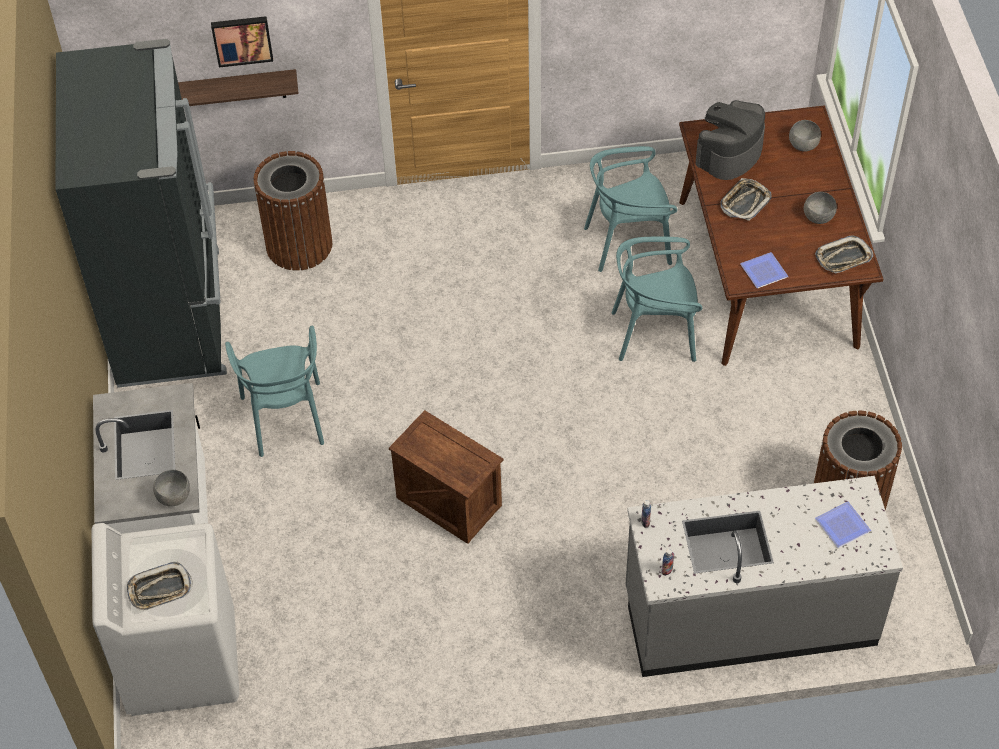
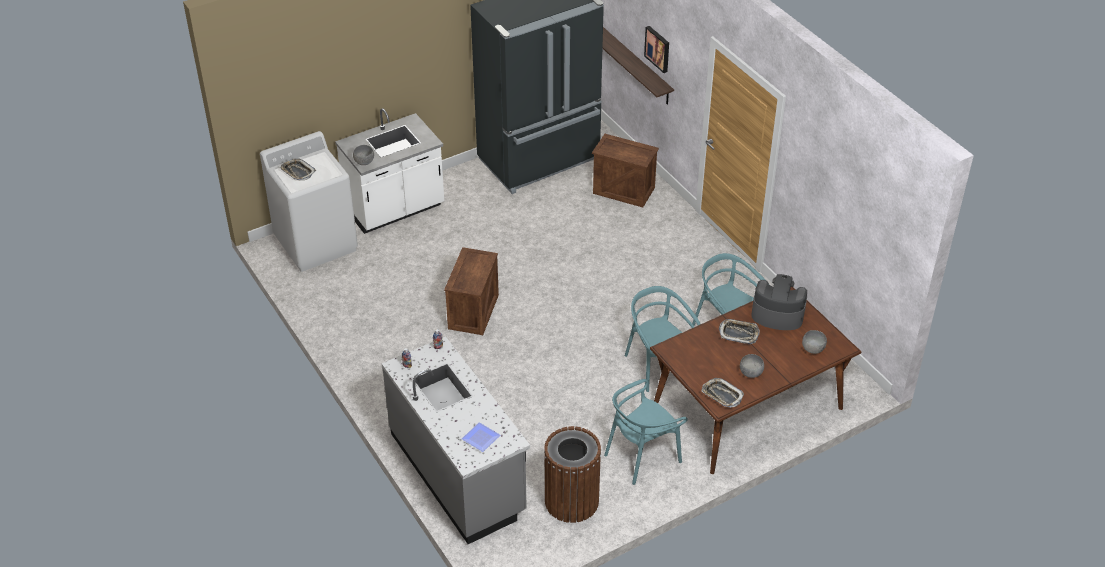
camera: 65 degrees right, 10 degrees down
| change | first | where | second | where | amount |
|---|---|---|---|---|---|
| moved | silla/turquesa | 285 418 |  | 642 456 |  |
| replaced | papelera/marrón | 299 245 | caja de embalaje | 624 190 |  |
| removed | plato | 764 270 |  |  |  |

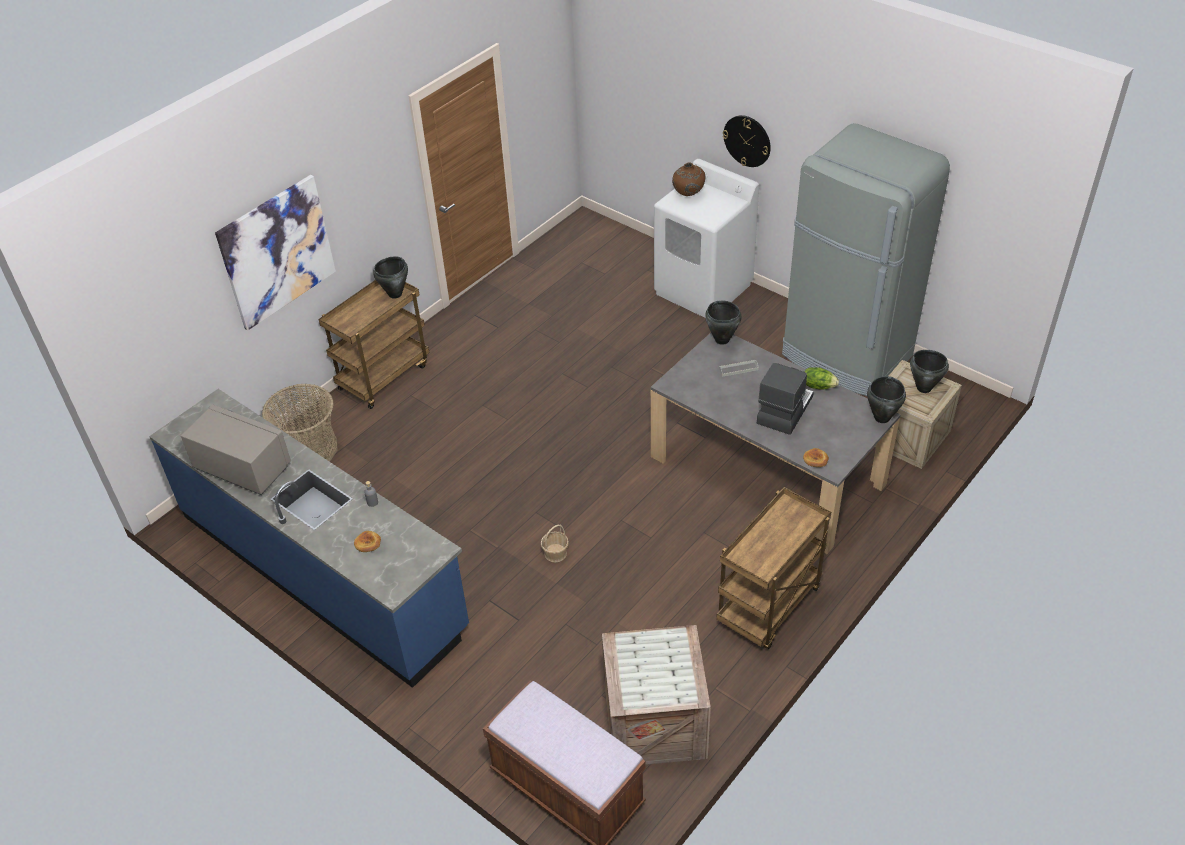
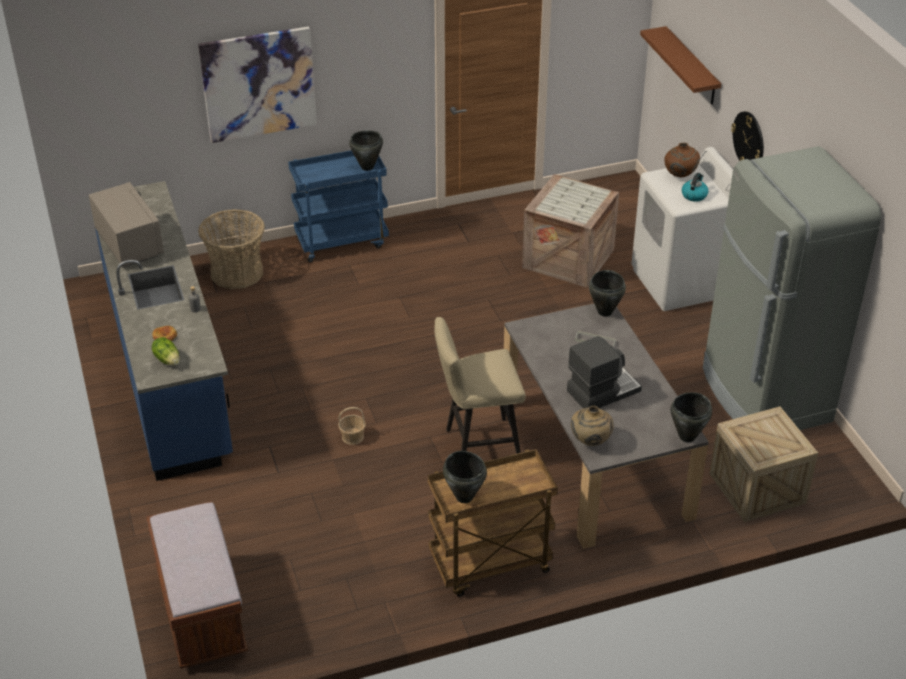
camera: 30 degrees right, 5 degrees down
| change | first | where | second | where | amount |
|---|---|---|---|---|---|
| recoloured | carrito/marrón | 384 376 | carrito/azul | 342 241 |  |
| moved | caja de embalaje | 653 723 |  | 566 259 |  |
| replaced | pan | 815 459 | florero/beis | 590 442 |  |
| moved | lechuga | 818 385 |  | 167 359 |  |
| moved | olla/negro | 923 388 |  | 464 496 |  |
| added |  |  | taburete/beis | 477 446 |  |
| added |  |  | estante/marrón | 691 66 |  |
| added |  |  | hervidor | 694 195 |  |

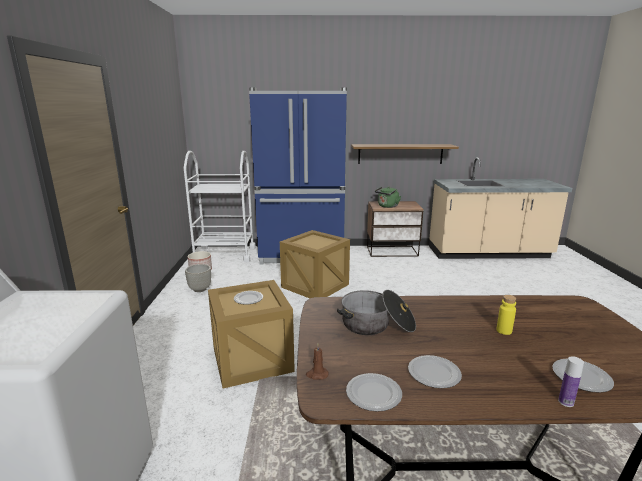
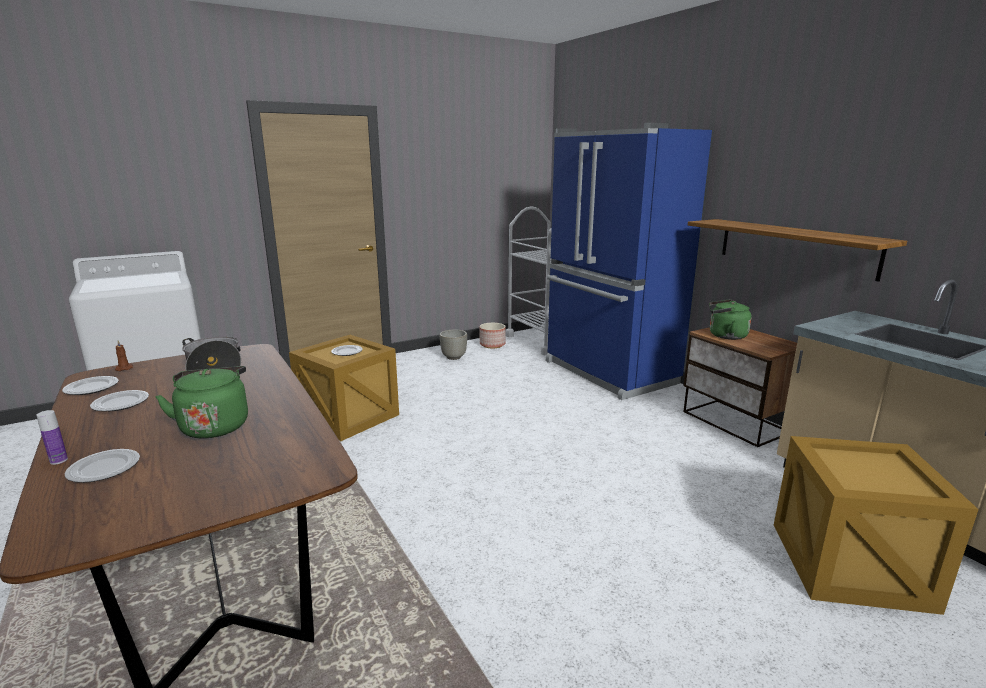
camera: 60 degrees right, 0 degrees up
| change | first | where | second | where | amount |
|---|---|---|---|---|---|
| moved | caja de embalaje | 315 285 |  | 851 565 |  |
| replaced | botella/amarillo | 504 331 | hervidor/verde | 215 426 |  |

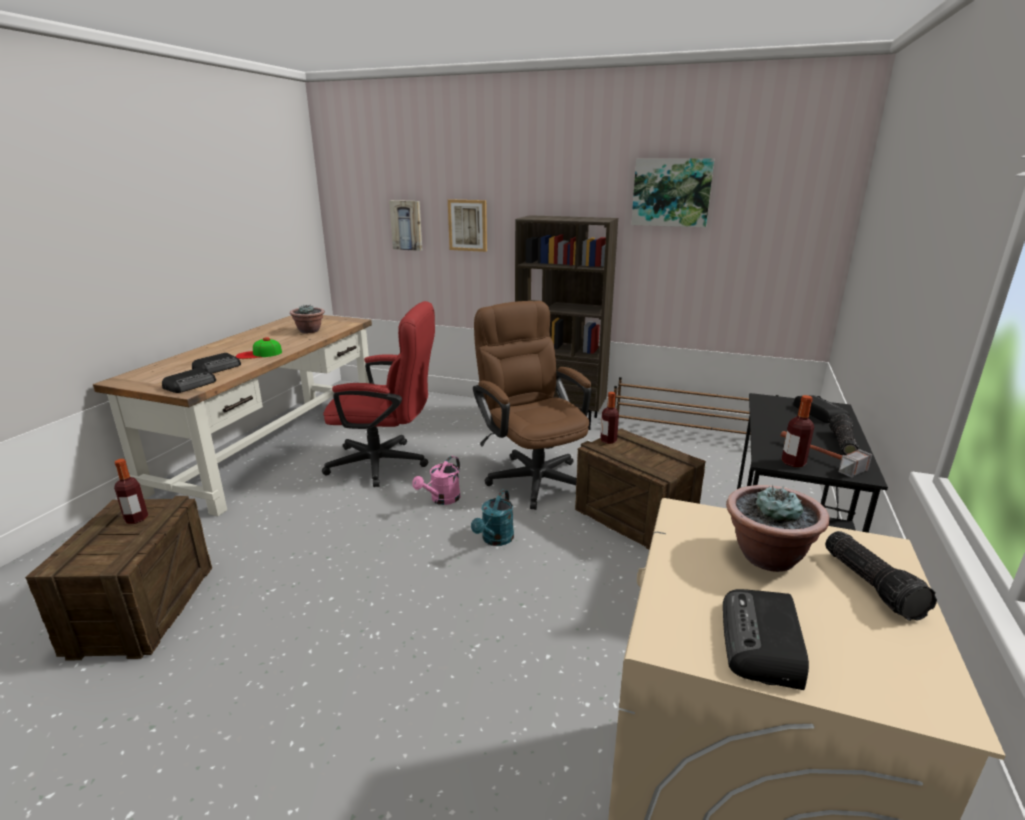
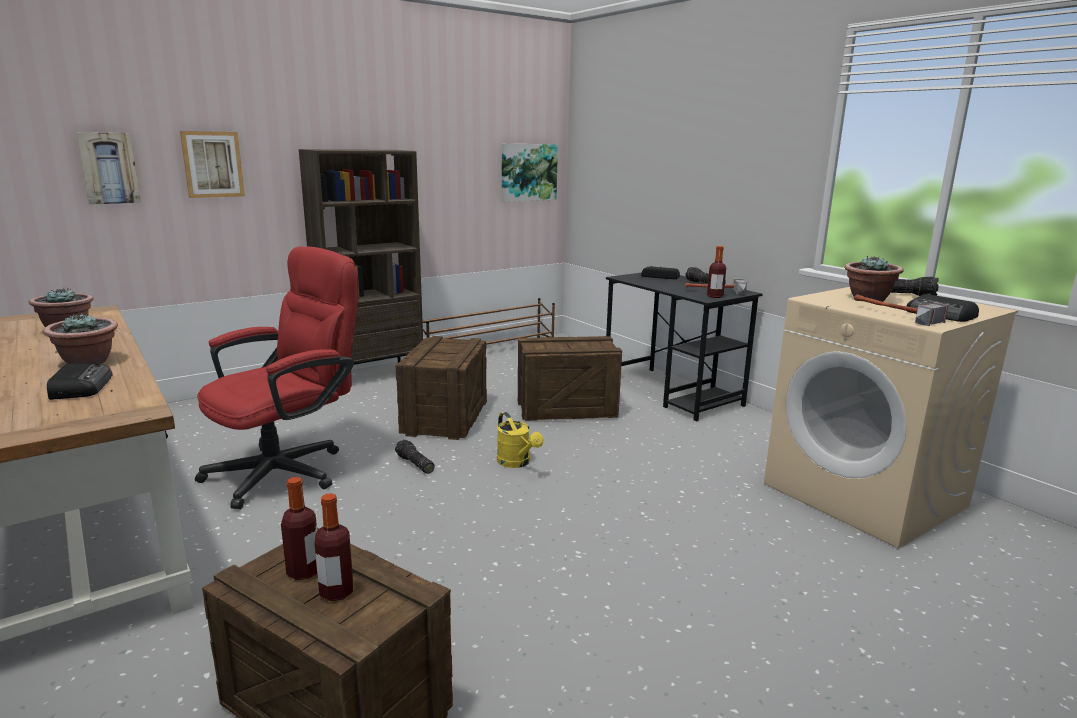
camera: 55 degrees left, 5 degrees down
| change | first | where | second | where | amount |
|---|---|---|---|---|---|
| removed | radio | 191 385 |  |  |  |
| replaced | gorra | 259 354 | planta en maceta | 88 362 |  |
| replaced | regadera/rosa | 442 500 | linterna | 414 464 |  |
| recoloured | regadera/turquesa | 495 540 | regadera/amarillo | 517 463 |  |
| replaced | silla de oficina/marrón | 532 475 | caja de embalaje | 445 417 |  |
| moved | botella | 608 440 |  | 336 592 |  |
| moved | cuadro | 671 192 |  | 528 172 |  |
| added |  |  | martillo | 890 315 |  |

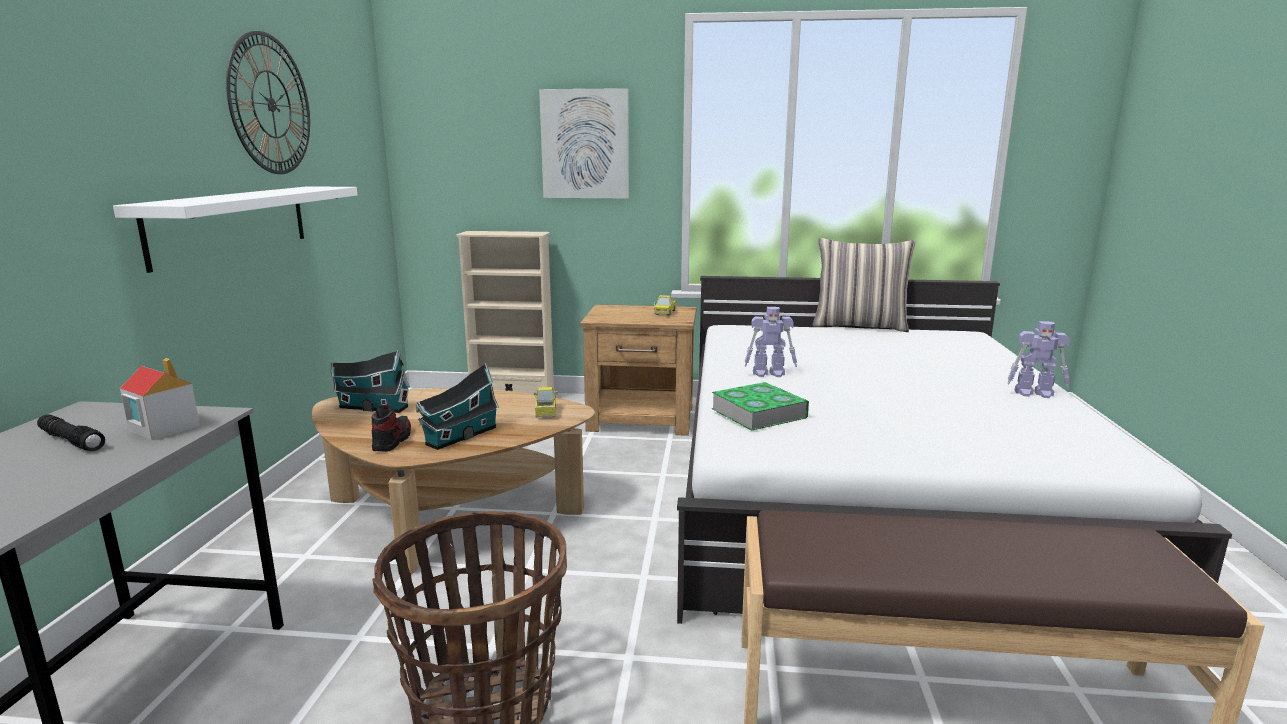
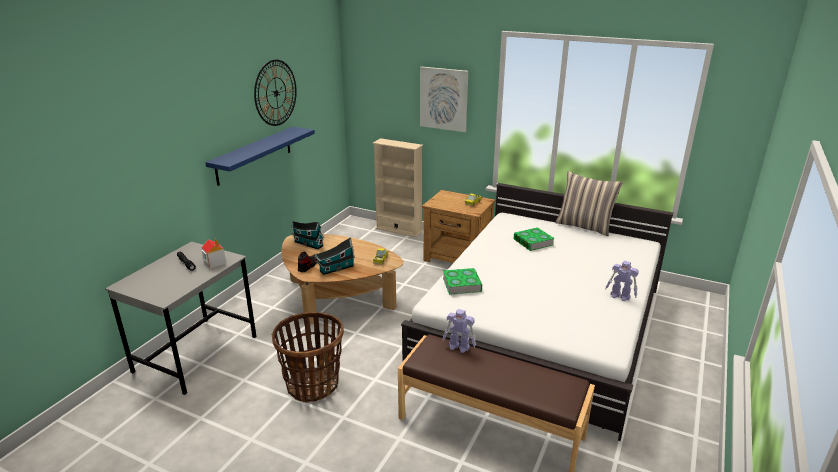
camera: 20 degrees right, 10 degrees up
| change | first | where | second | where | amount |
|---|---|---|---|---|---|
| recoloured | estante/blanco | 232 223 | estante/azul | 254 155 |  |
| moved | robot de juguete | 769 373 |  | 459 347 |  |
| added |  |  | libro | 533 242 |  |

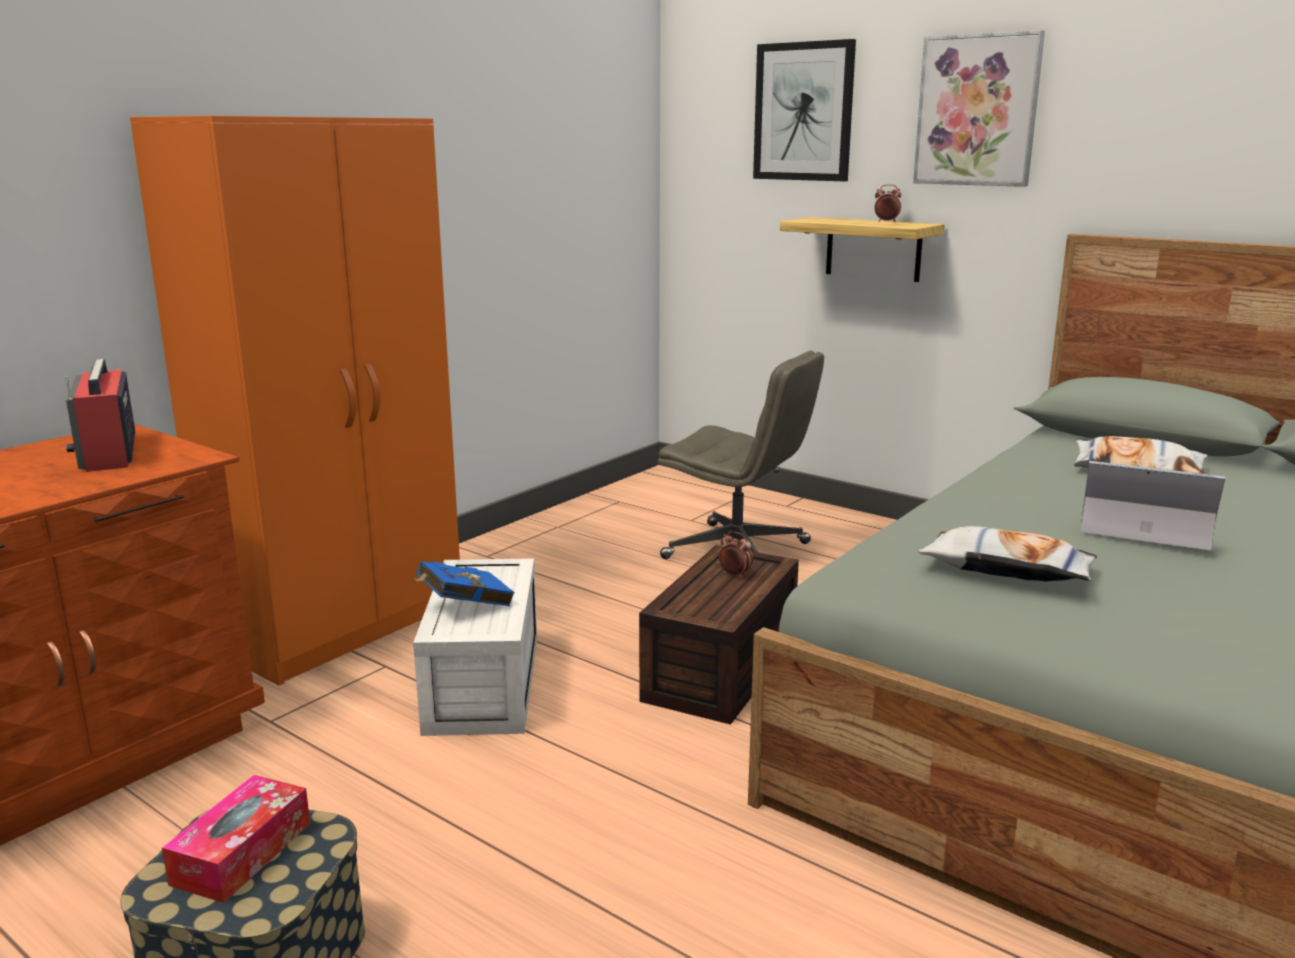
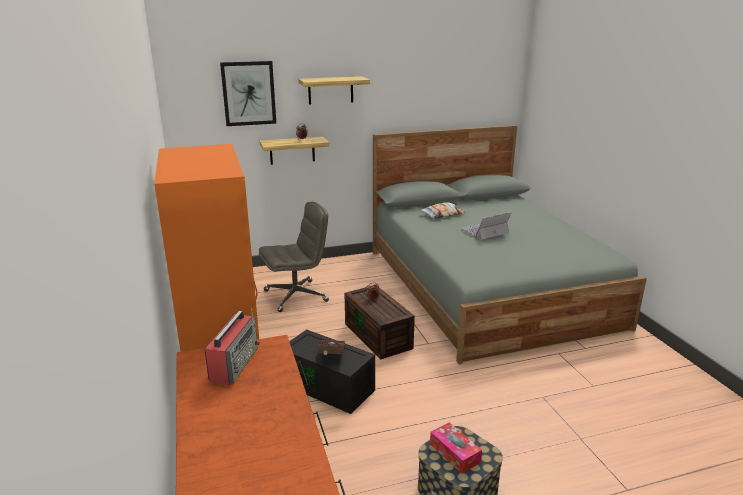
camera: 55 degrees left, 5 degrees up
| change | first | where | second | where | amount |
|---|---|---|---|---|---|
| turned | radio | 108 453 |  | 234 364 | 90 degrees counterclockwise |
| recoloured | libro/azul | 462 605 | libro/rojo | 331 357 |  |
| recoloured | caja de almacenaje/blanco | 486 684 | caja de almacenaje/negro | 330 386 |  |
| replaced | cuadro | 977 111 | estante | 330 90 |  |
| removed | cojín | 1006 569 |  |  |  |

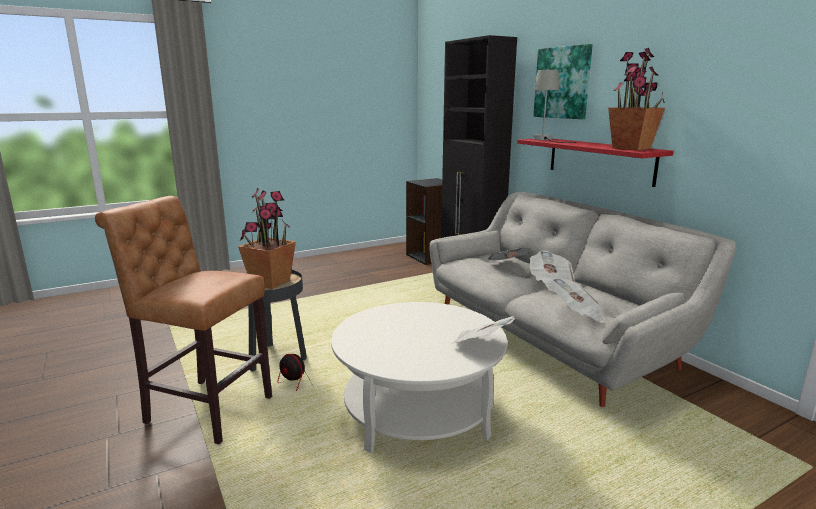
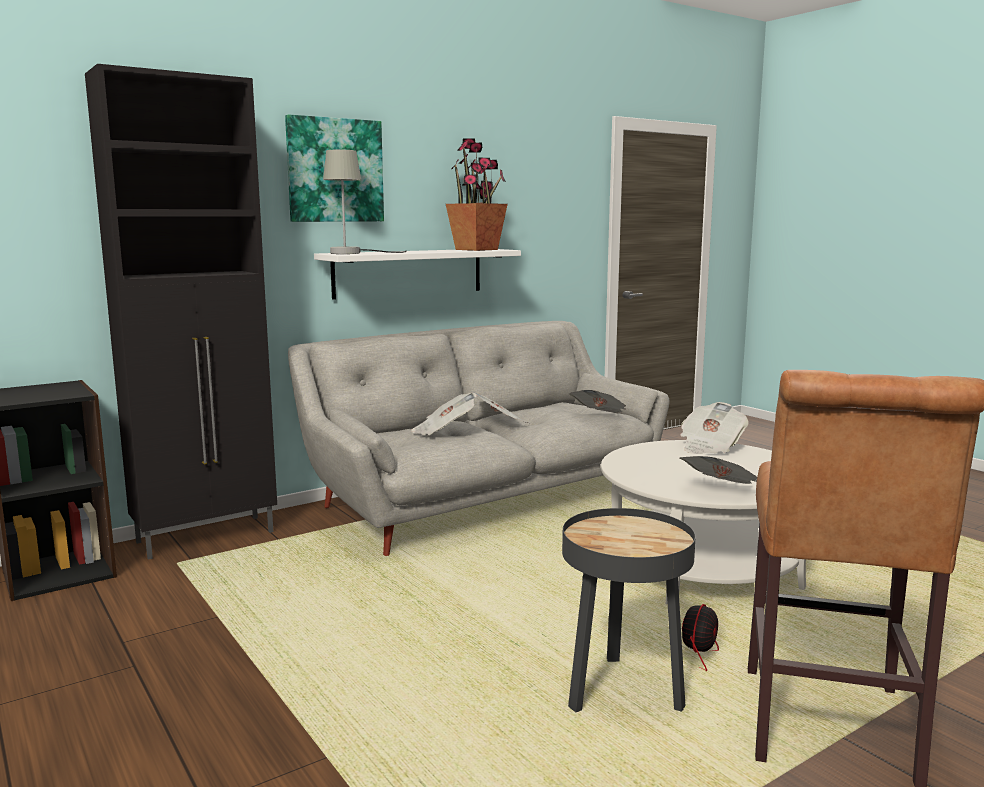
camera: 95 degrees left, 5 degrees down
| change | first | where | second | where | amount |
|---|---|---|---|---|---|
| removed | planta en maceta | 270 282 |  |  |  |
| recoloured | estante/rojo | 599 160 | estante/blanco | 409 272 |  |
| added |  |  | periódico | 720 491 |  |

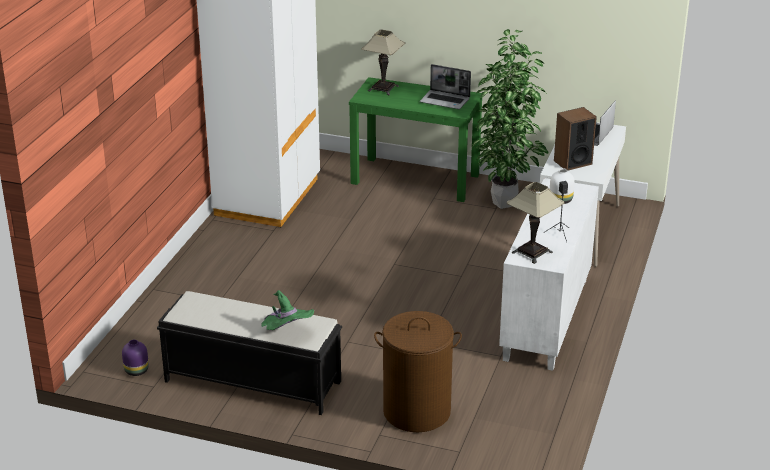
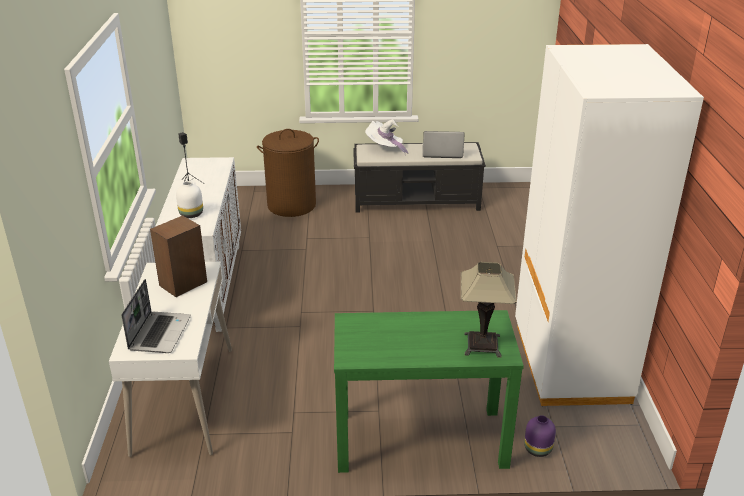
camera: 160 degrees right, 0 degrees up
| change | first | where | second | where | amount |
|---|---|---|---|---|---|
| moved | florero/morado | 137 370 |  | 537 450 |  |
| recoloured | sombrero/verde | 287 332 | sombrero/blanco | 385 149 |  |
| moved | portátil | 445 101 |  | 441 153 |  |
| removed | planta en maceta | 506 202 |  |  |  |
| removed | lámpara de mesa | 532 252 |  |  |  |

